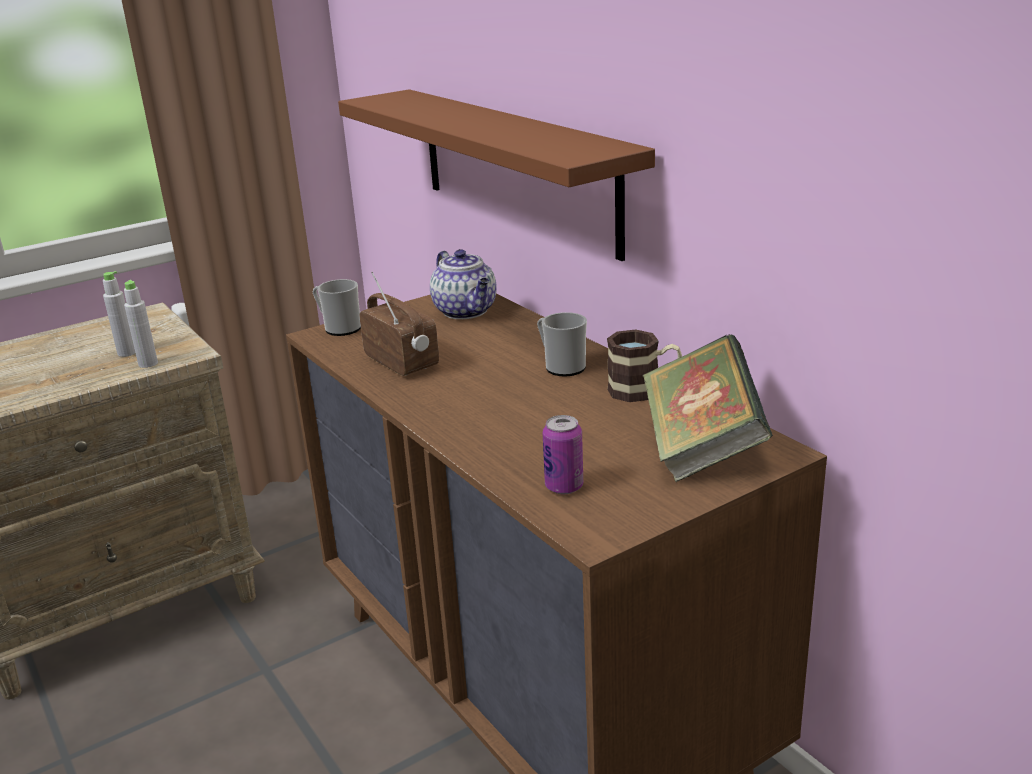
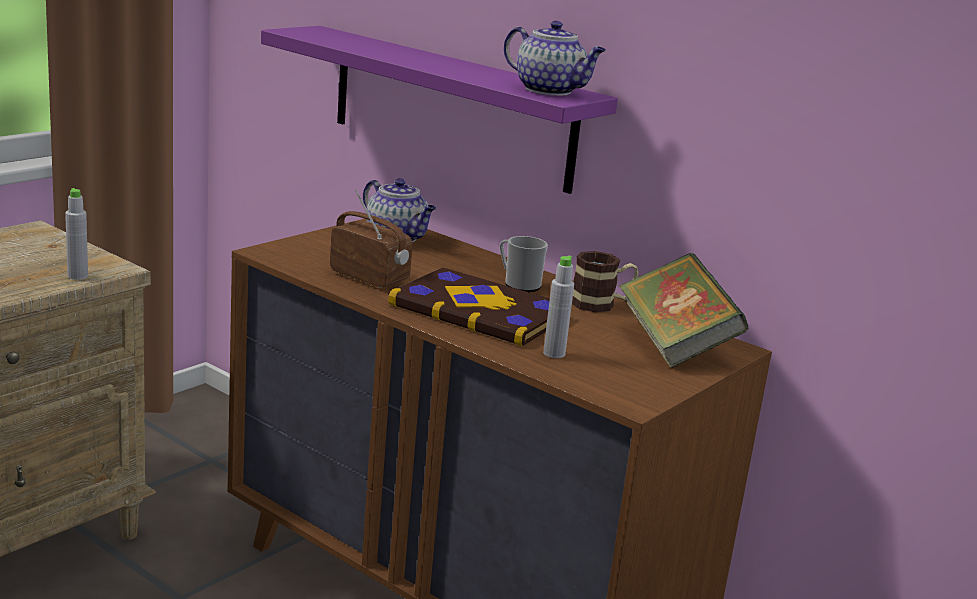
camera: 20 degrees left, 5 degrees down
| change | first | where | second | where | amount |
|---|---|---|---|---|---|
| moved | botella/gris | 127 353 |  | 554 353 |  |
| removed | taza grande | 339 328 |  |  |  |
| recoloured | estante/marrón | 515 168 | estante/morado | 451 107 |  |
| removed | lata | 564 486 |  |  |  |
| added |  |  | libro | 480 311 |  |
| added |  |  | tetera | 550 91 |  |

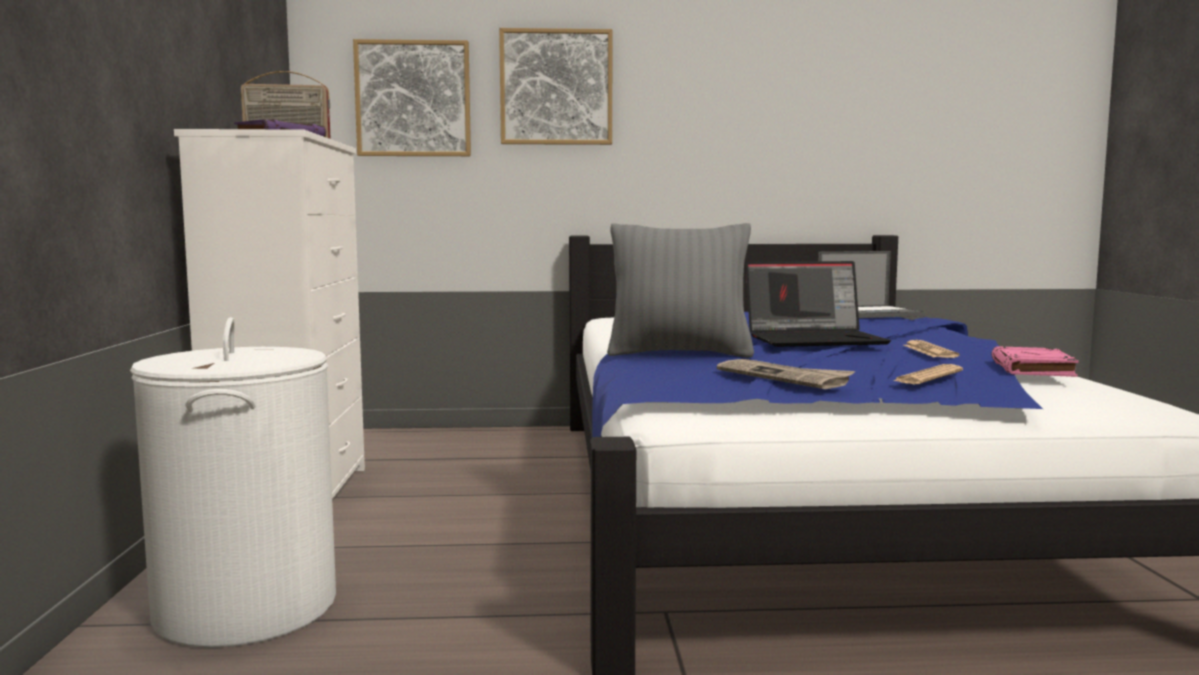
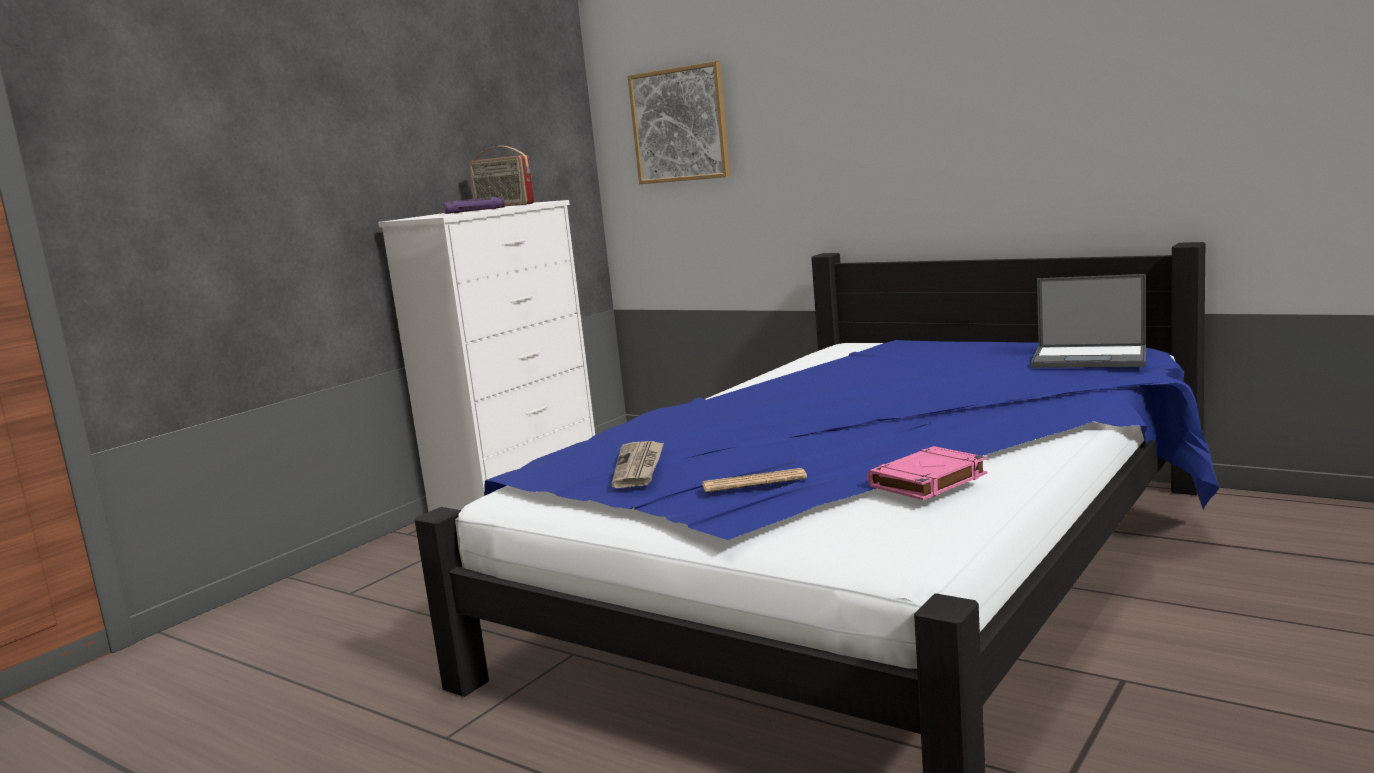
camera: 40 degrees right, 5 degrees up
| change | first | where | second | where | amount |
|---|---|---|---|---|---|
| removed | cesto de la ropa/blanco | 245 608 |  |  |  |
| removed | cuadro | 556 87 |  |  |  |
| removed | cojín/gris | 679 354 |  |  |  |
| removed | portátil | 816 340 |  |  |  |
| removed | periódico | 929 351 |  |  |  |

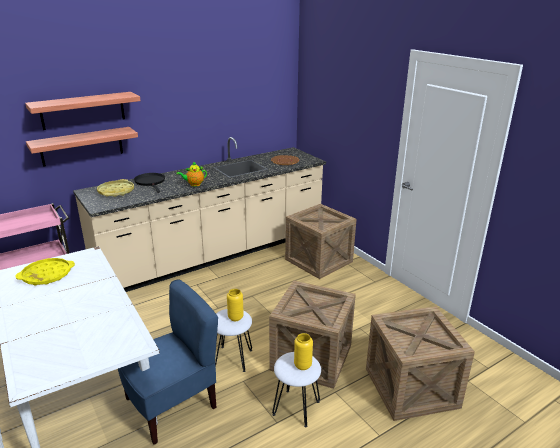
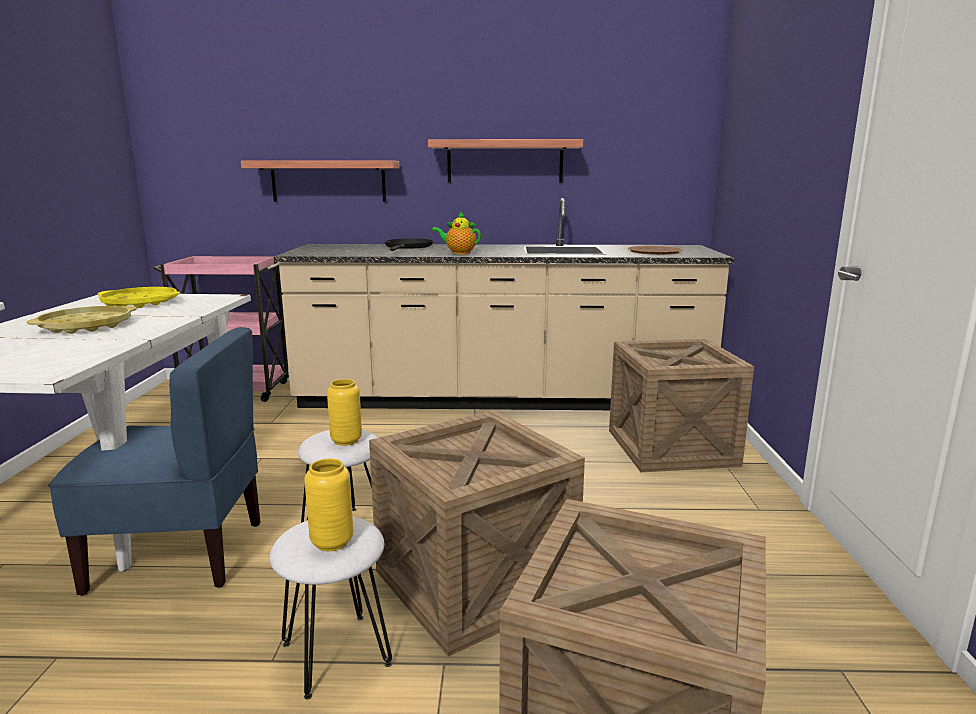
camera: 35 degrees right, 10 degrees down
| change | first | where | second | where | amount |
|---|---|---|---|---|---|
| moved | estante | 83 110 |  | 505 161 |  |
| moved | bandeja/amarillo | 116 191 |  | 86 326 |  |

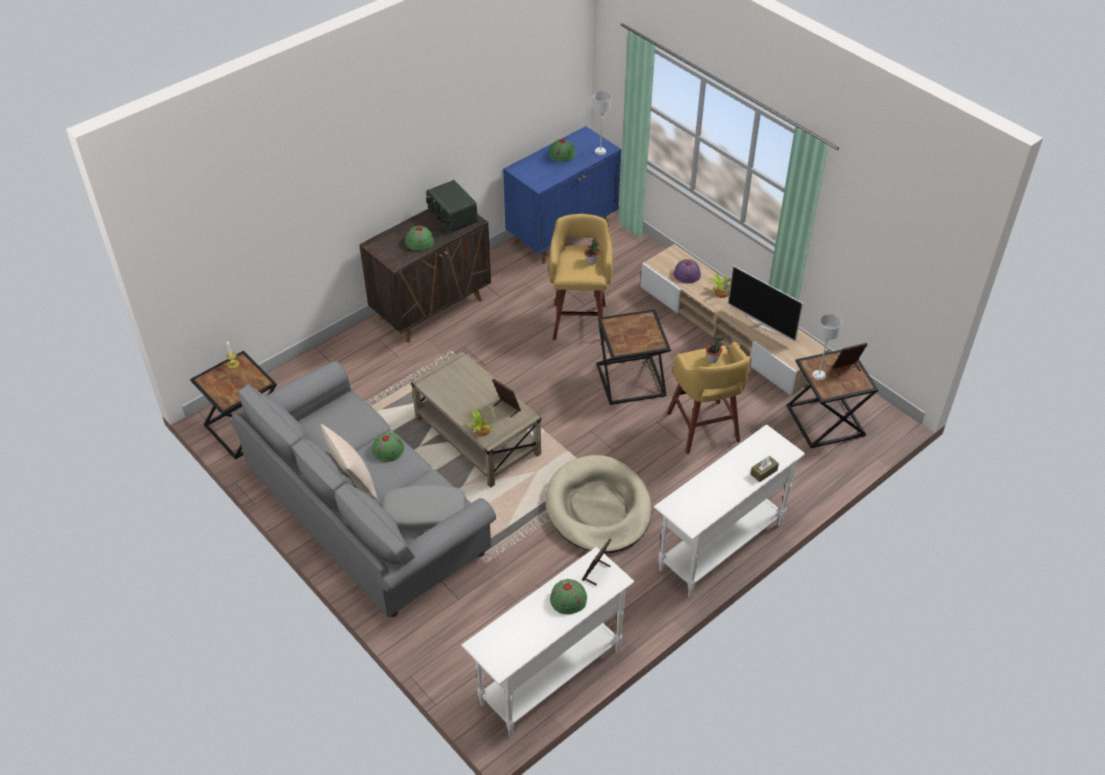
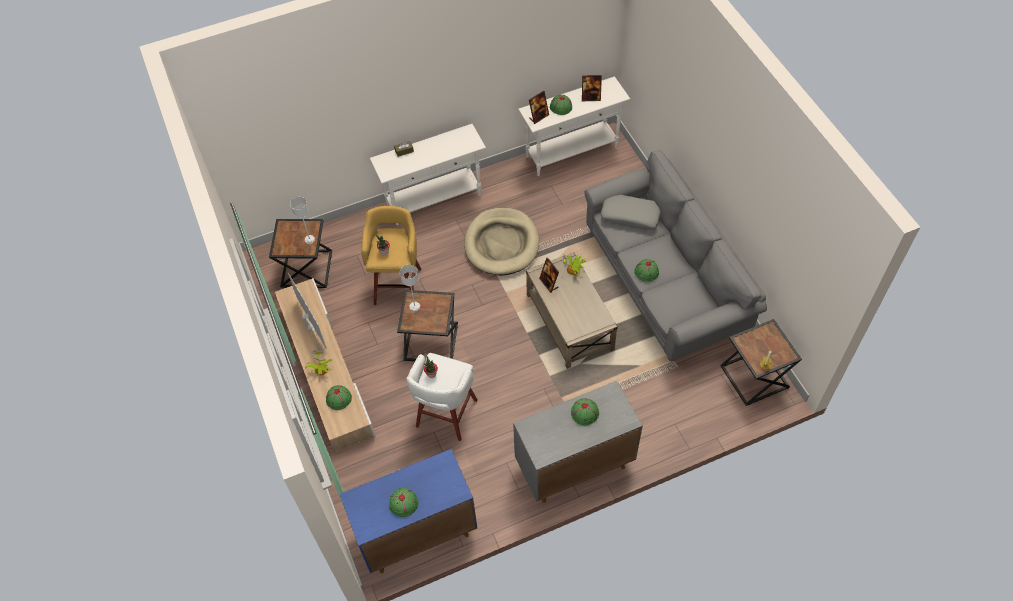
camera: 160 degrees left, 10 degrees up
| change | first | where | second | where | amount |
|---|---|---|---|---|---|
| removed | cojín/beis | 353 482 |  |  |  |
| recoloured | armario/marrón | 432 308 | armario/gris | 573 466 |  |
| removed | radio | 451 216 |  |  |  |
| recoloured | taburete/amarillo | 579 320 | taburete/blanco | 445 415 |  |
| moved | lámpara de mesa/gris | 600 151 |  | 414 306 |  |
| recoloured | sombrero/morado | 687 274 | sombrero/verde | 338 399 |  |
| moved | portarretratos | 846 369 |  | 591 98 |  |

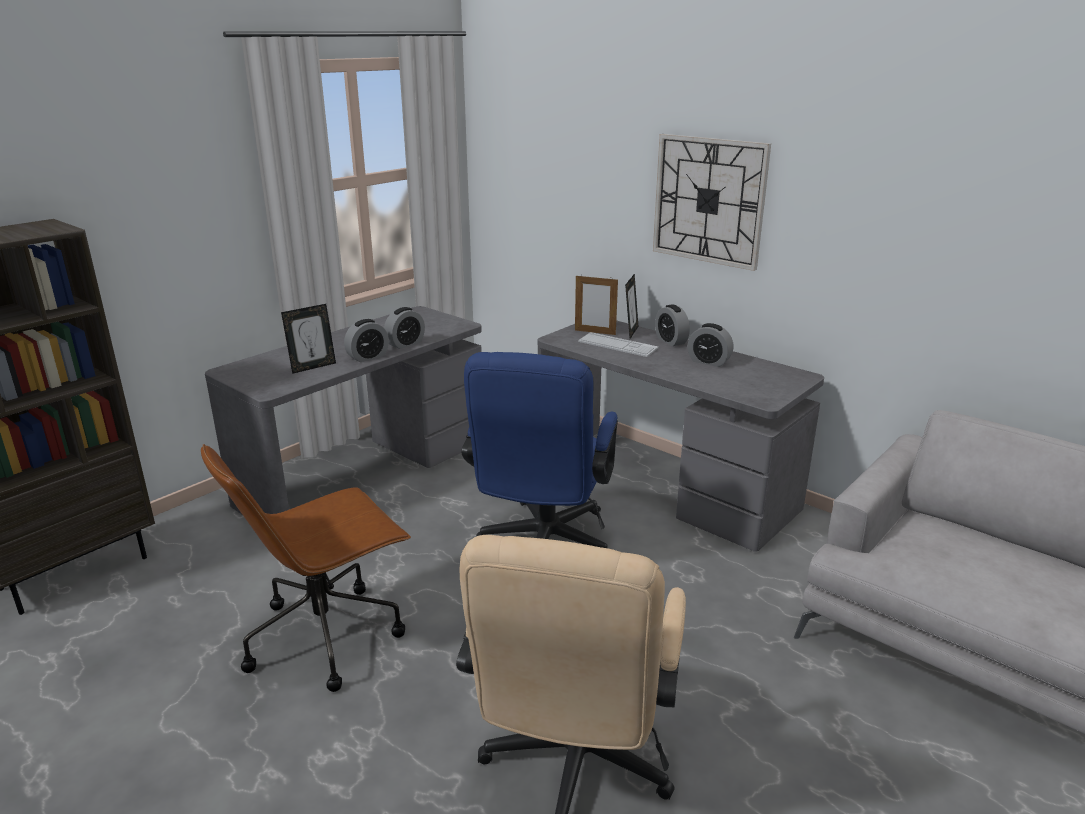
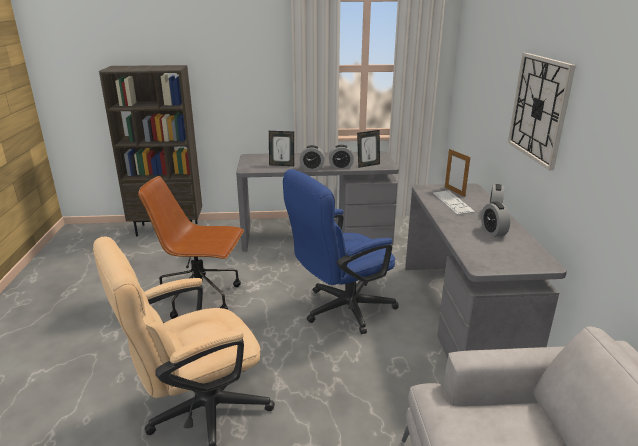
camera: 45 degrees right, 0 degrees up
| change | first | where | second | where | amount |
|---|---|---|---|---|---|
| moved | portarretratos | 630 332 |  | 368 165 |  |

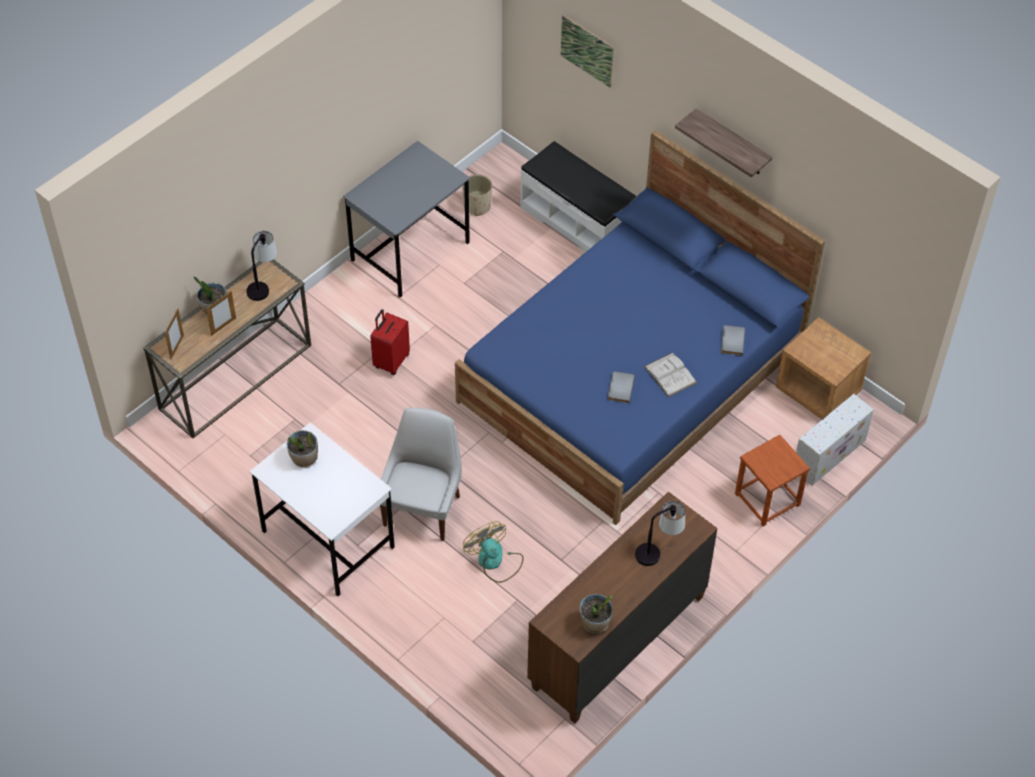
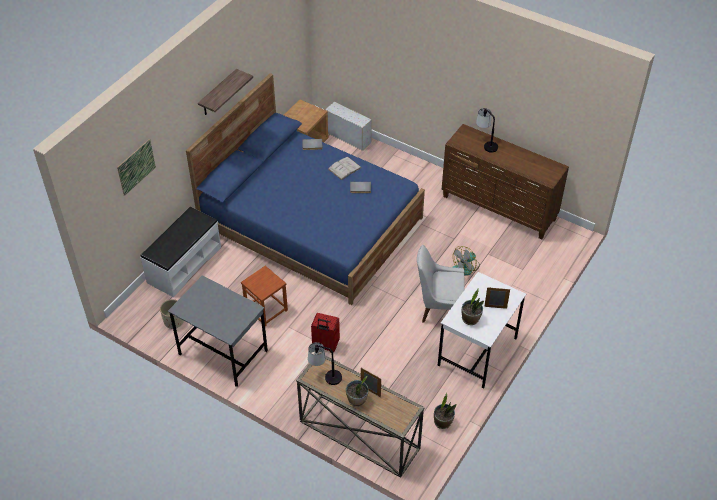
camera: 100 degrees left, 5 degrees down
| change | first | where | second | where | amount |
|---|---|---|---|---|---|
| moved | portarretratos | 177 347 |  | 495 307 |  |
| moved | planta en maceta | 595 623 |  | 443 422 |  |
| moved | taburete/marrón | 767 499 |  | 266 309 |  |

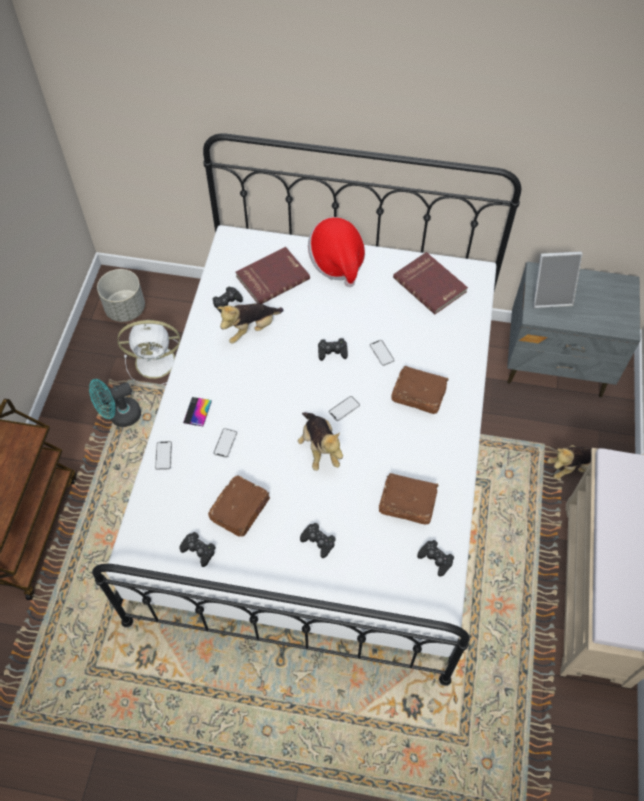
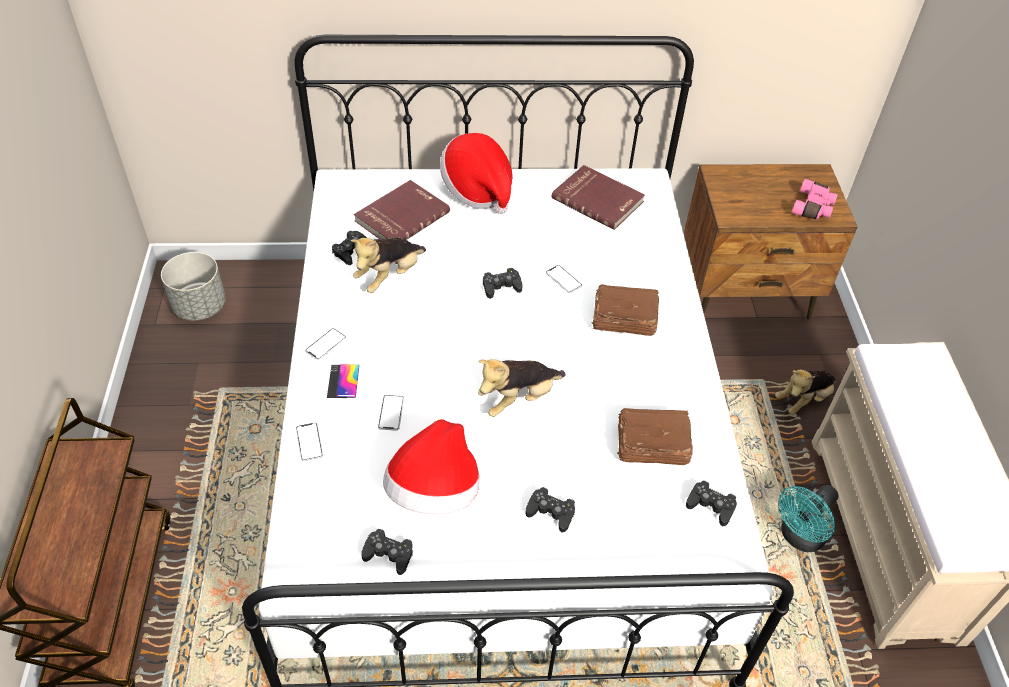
camera: 15 degrees left, 10 degrees down
| change | first | where | second | where | amount |
|---|---|---|---|---|---|
| moved | ventilador/turquesa | 120 416 |  | 798 537 |  |
| removed | ventilador/blanco | 157 361 |  |  |  |
| replaced | libro/marrón | 241 510 | sombrero | 434 491 |  |
| turned | peluche | 319 448 |  | 518 398 | 90 degrees clockwise |
| moved | móvil | 344 409 |  | 326 344 |  |
| recoloured | mesita de noche/gris | 556 364 | mesita de noche/marrón | 746 291 |  |
| removed | portarretratos | 550 295 |  |  |  |
| added |  |  | prismáticos/rosa | 813 207 |  |

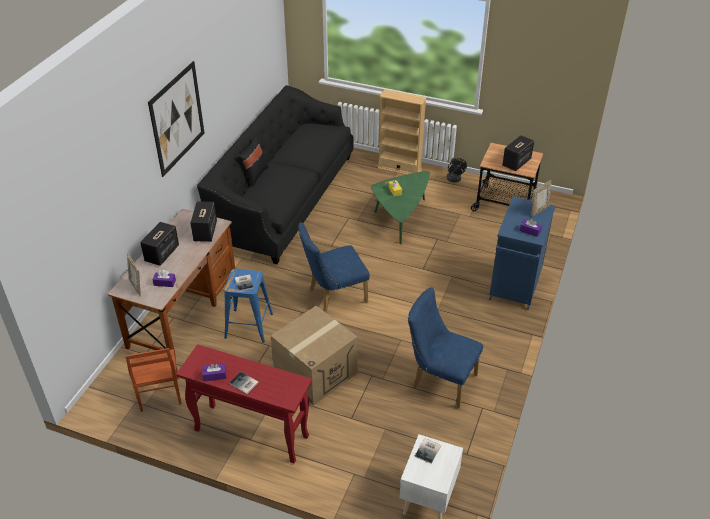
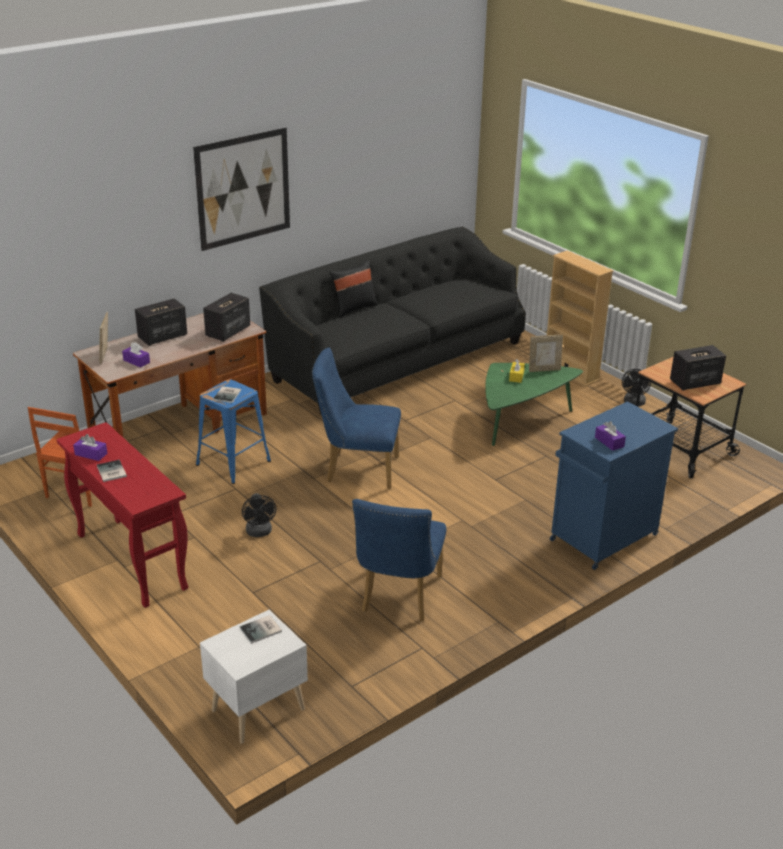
camera: 30 degrees right, 10 degrees down
| change | first | where | second | where | amount |
|---|---|---|---|---|---|
| replaced | caja de cartón | 315 372 | ventilador/negro | 259 533 |  |
| turned | silla/azul | 439 380 |  | 398 597 | 135 degrees counterclockwise |
| moved | portarretratos | 539 210 |  | 544 369 |  |

